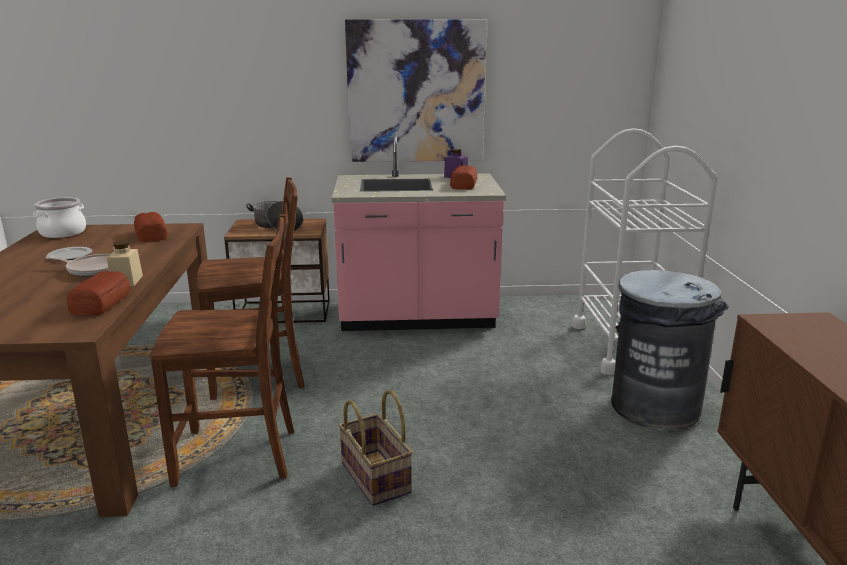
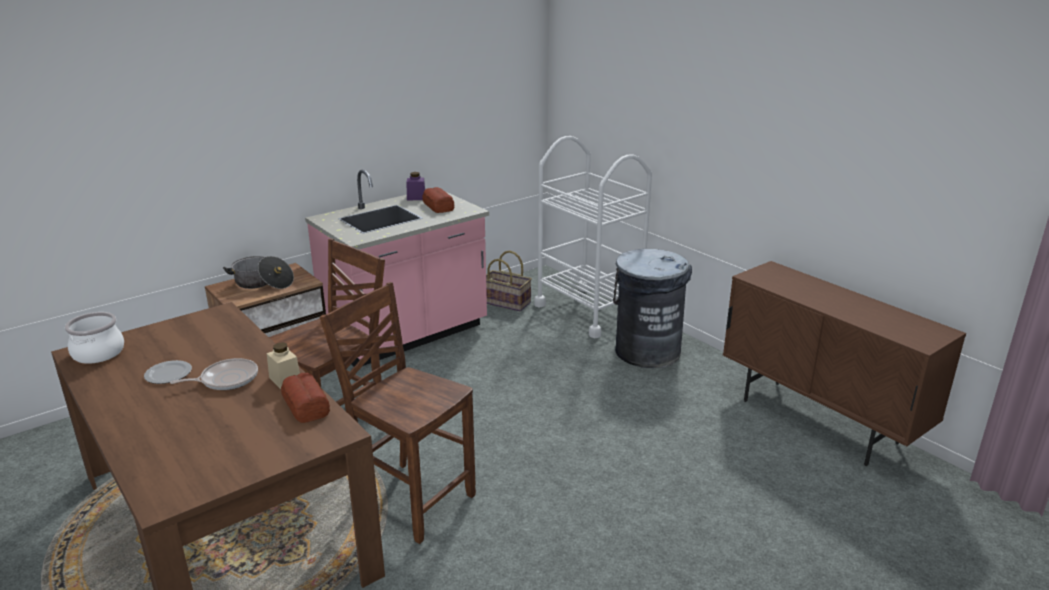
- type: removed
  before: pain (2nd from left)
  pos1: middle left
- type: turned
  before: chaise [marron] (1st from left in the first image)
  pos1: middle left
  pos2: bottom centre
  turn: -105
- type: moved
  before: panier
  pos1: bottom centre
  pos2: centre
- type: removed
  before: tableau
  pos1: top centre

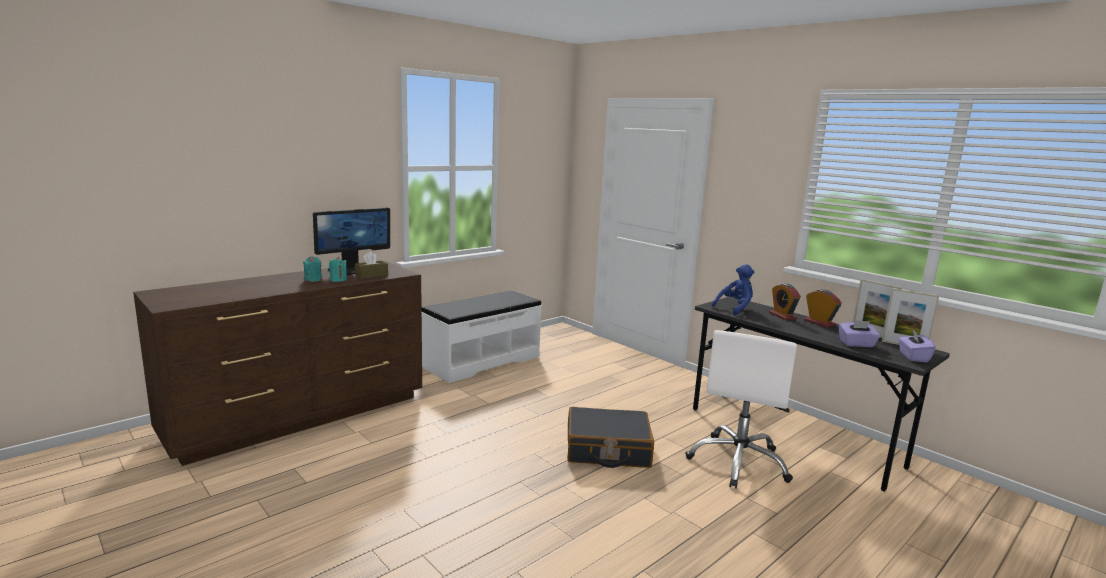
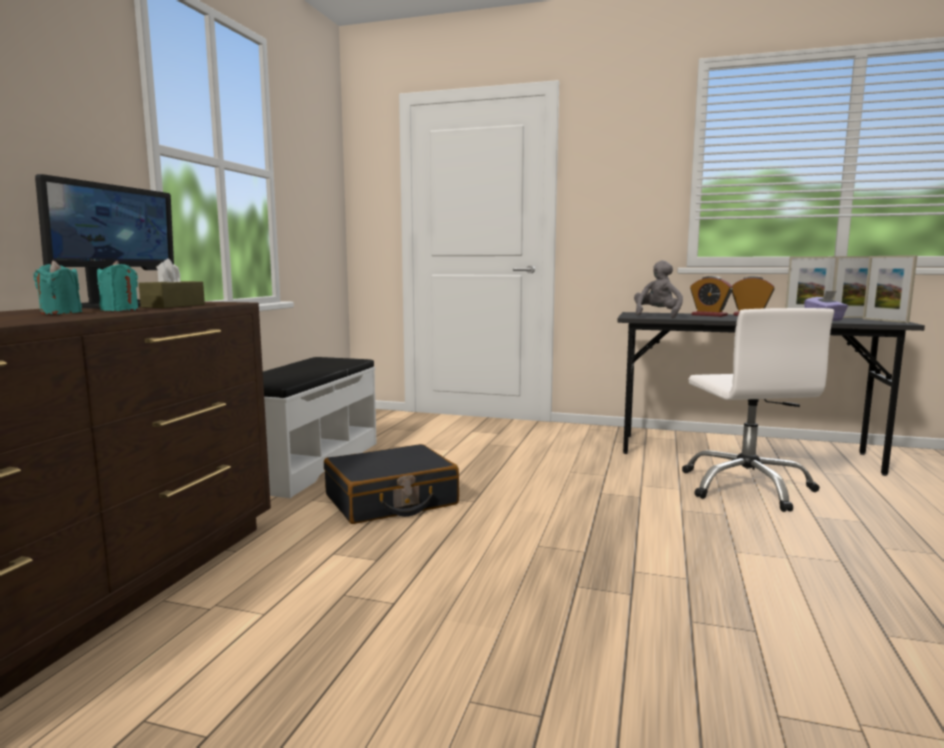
- type: moved
  before: valise [noir]
  pos1: bottom centre
  pos2: centre
- type: recoloured
  before: peluche [bleu]
  after: peluche [gris]
  pos1: centre
  pos2: middle right
- type: replaced
  before: boîte à mouchoirs [violet] (2nd from left)
  after: cadre photo (3rd from left)
  pos1: middle right
  pos2: middle right

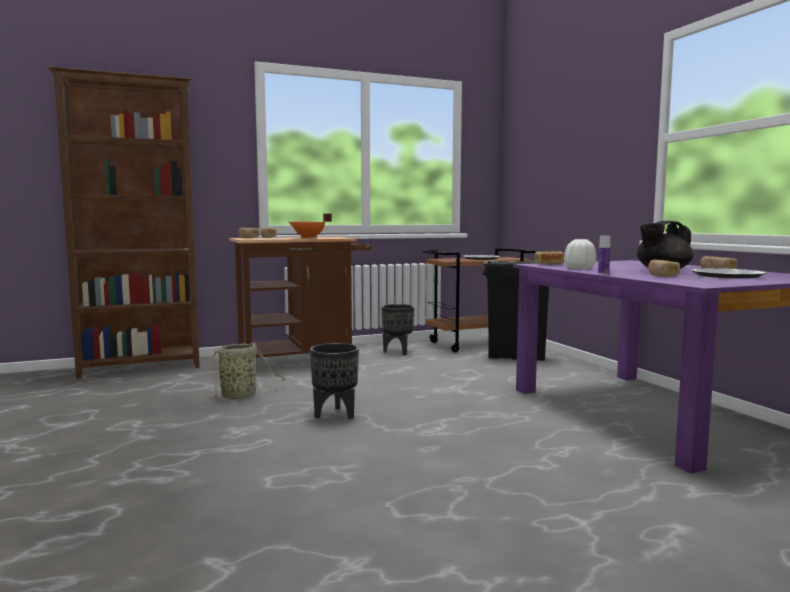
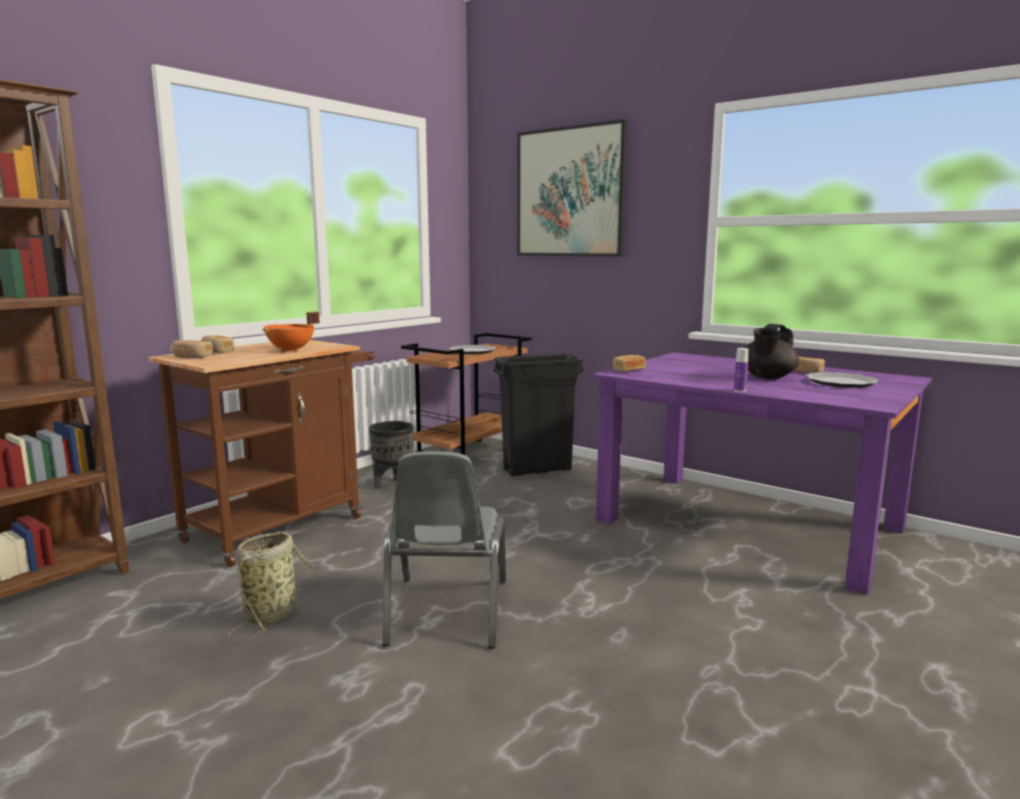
- type: replaced
  before: cache-pot [noir] (1st from left)
  after: chaise [gris]
  pos1: centre
  pos2: bottom centre
- type: removed
  before: vase [blanc]
  pos1: middle right
- type: removed
  before: pain (4th from left)
  pos1: middle right
- type: added
  after: tableau
  pos2: top centre

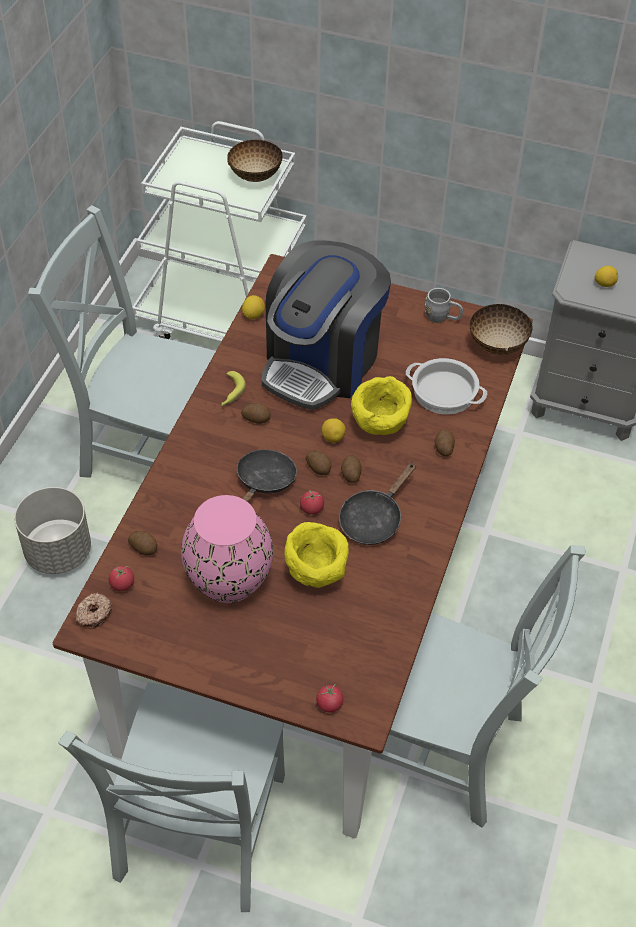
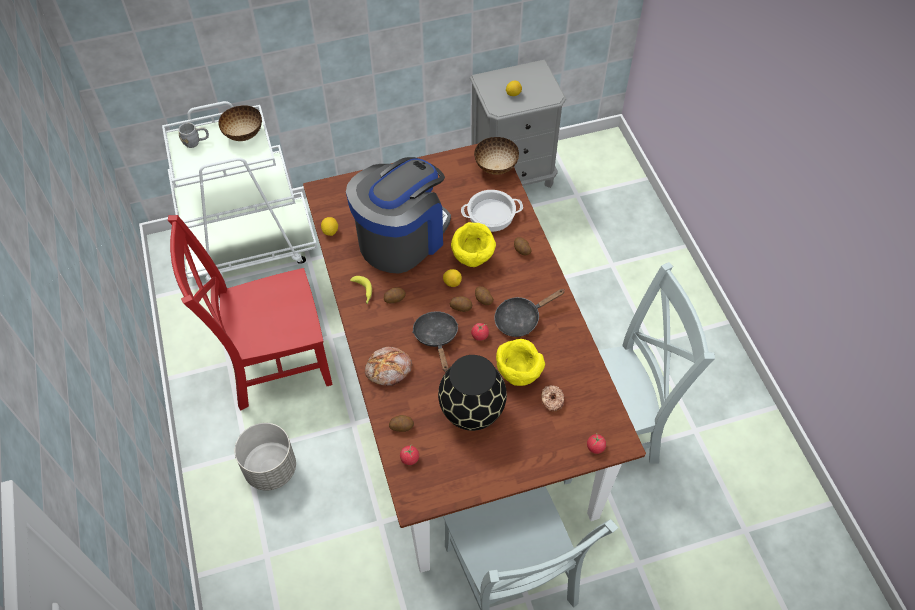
- type: recoloured
  before: chaise [gris] (1st from left)
  after: chaise [rouge]
  pos1: middle left
  pos2: middle left
- type: moved
  before: beignet
  pos1: middle left
  pos2: centre
- type: recoloured
  before: vase [rose]
  after: vase [noir]
  pos1: centre
  pos2: centre
- type: turned
  before: machine à café
  pos1: centre
  pos2: centre
  turn: -135
- type: turned
  before: poêle [noir] (2nd from left)
  pos1: centre
  pos2: centre
  turn: 60
- type: moved
  before: mug [gris]
  pos1: top right
  pos2: top left
- type: added
  after: pain
  pos2: centre

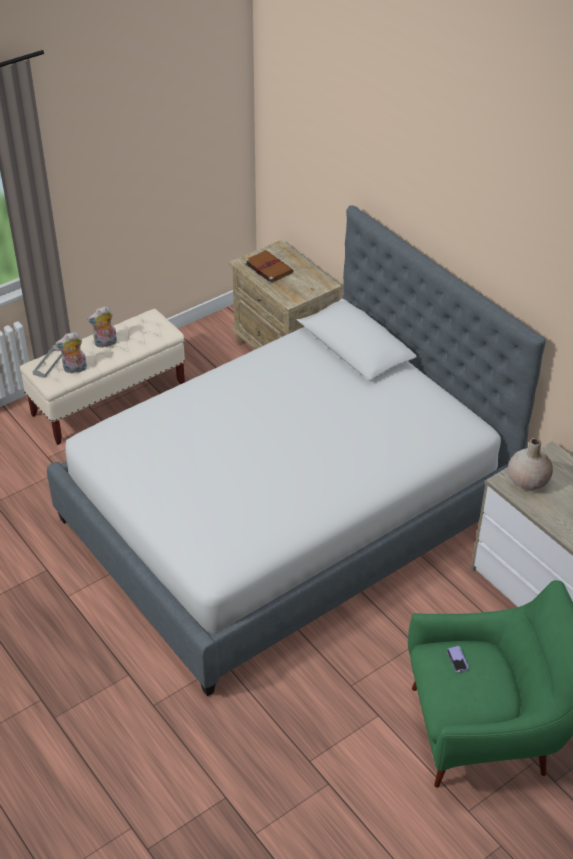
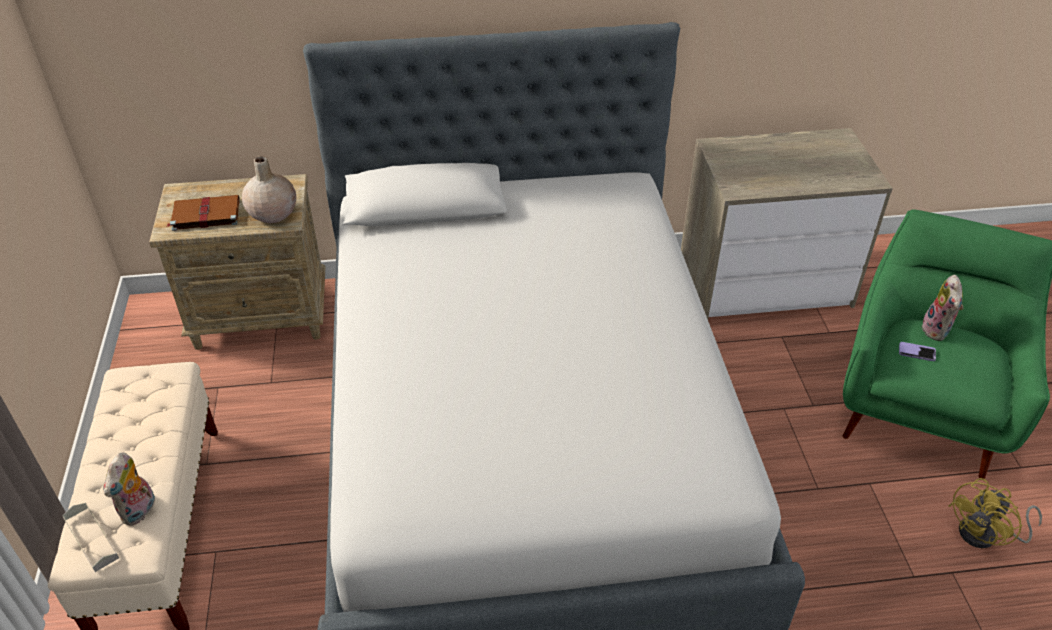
- type: moved
  before: peluche (2nd from left)
  pos1: middle left
  pos2: middle right
- type: moved
  before: vase [beige]
  pos1: middle right
  pos2: top left
- type: added
  after: ventilateur [jaune]
  pos2: bottom right

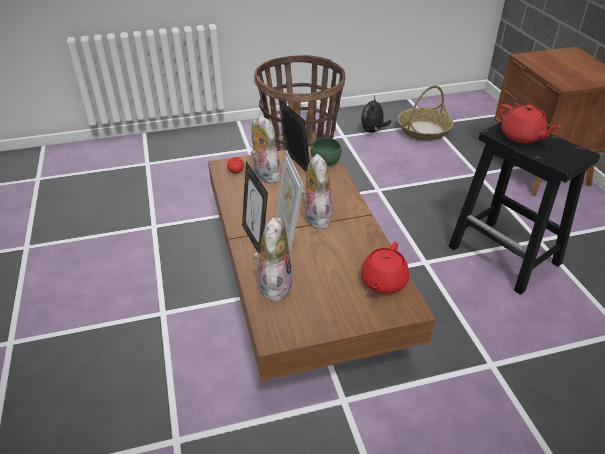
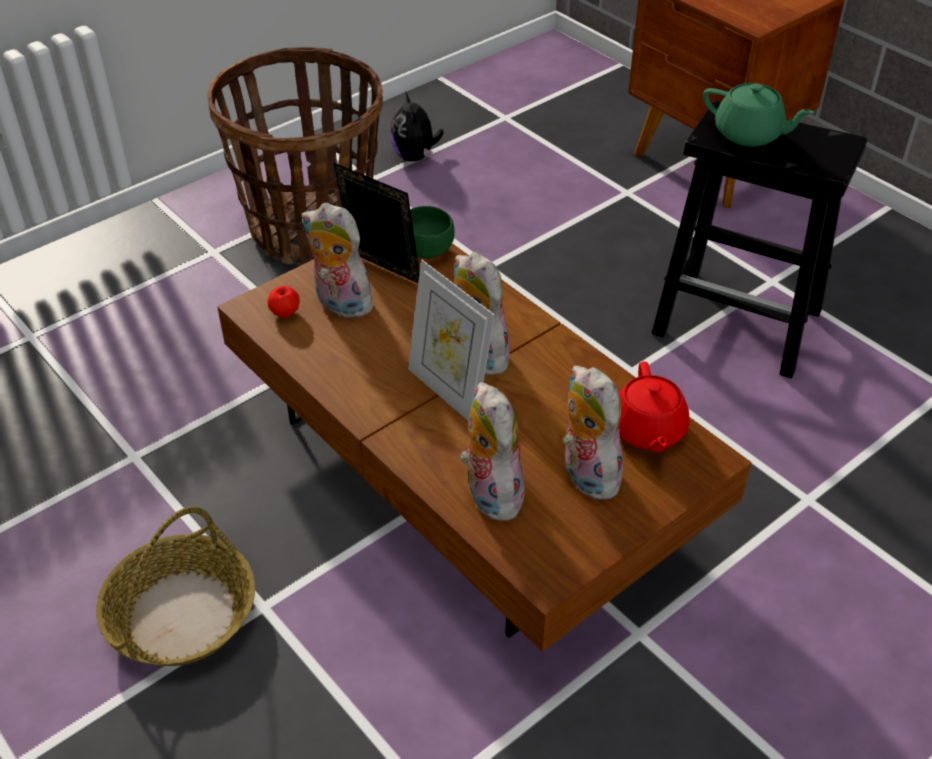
- type: removed
  before: cadre photo (1st from left)
  pos1: centre
- type: moved
  before: panier (2nd from left in the first image)
  after: panier (1st from left)
  pos1: top right
  pos2: bottom left
- type: recoloured
  before: théière [rouge] (2nd from left)
  after: théière [vert]
  pos1: top right
  pos2: top right
- type: added
  after: peluche (5th from left)
  pos2: centre

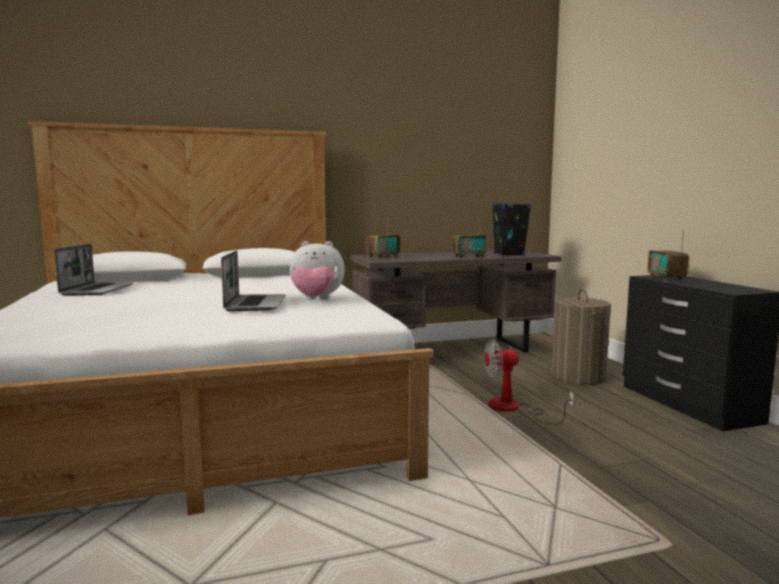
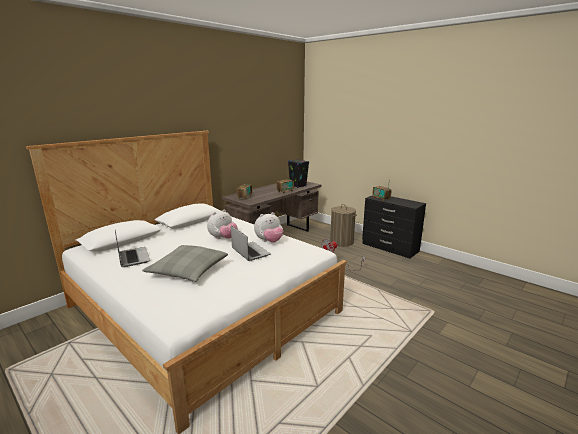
- type: added
  after: coussin [gris]
  pos2: middle left
- type: added
  after: peluche (1st from left)
  pos2: centre

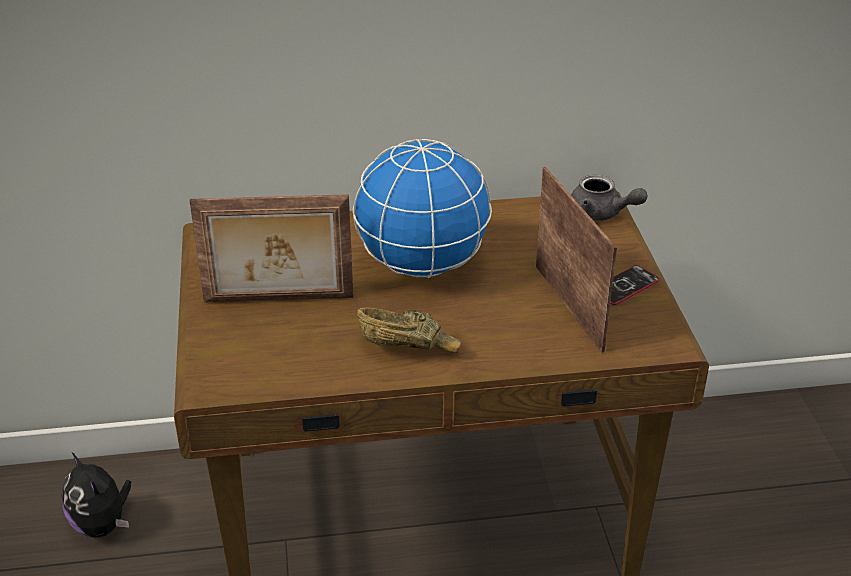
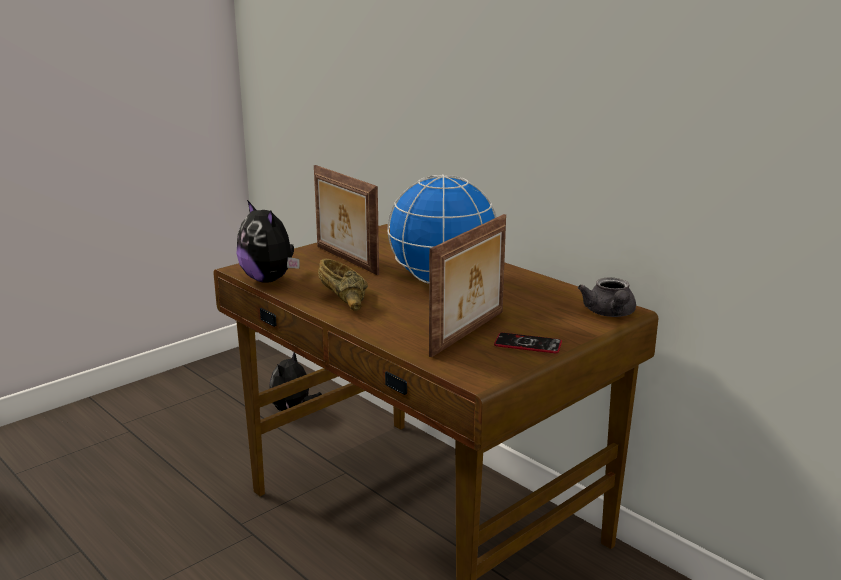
- type: added
  after: peluche (1st from left)
  pos2: middle left

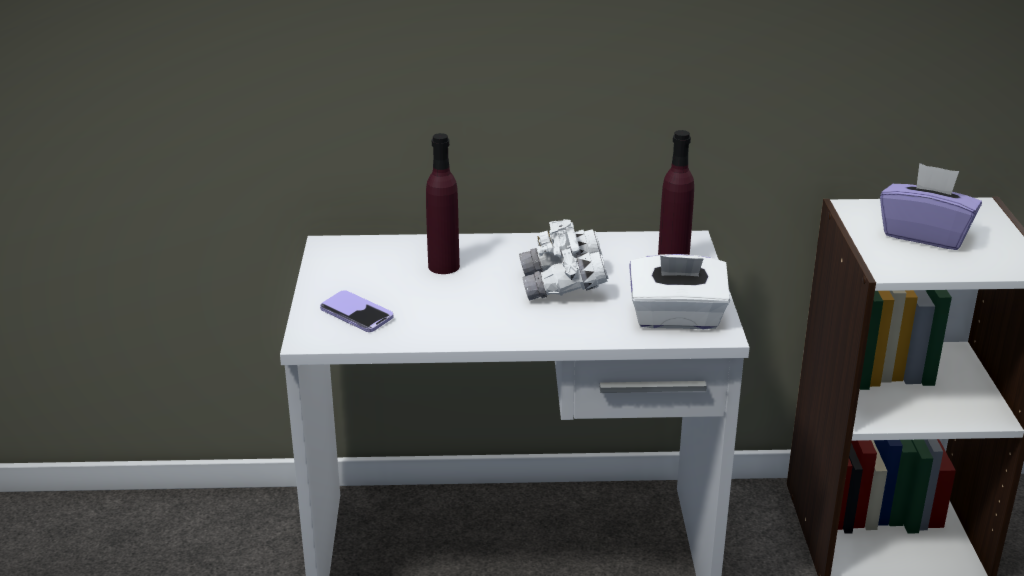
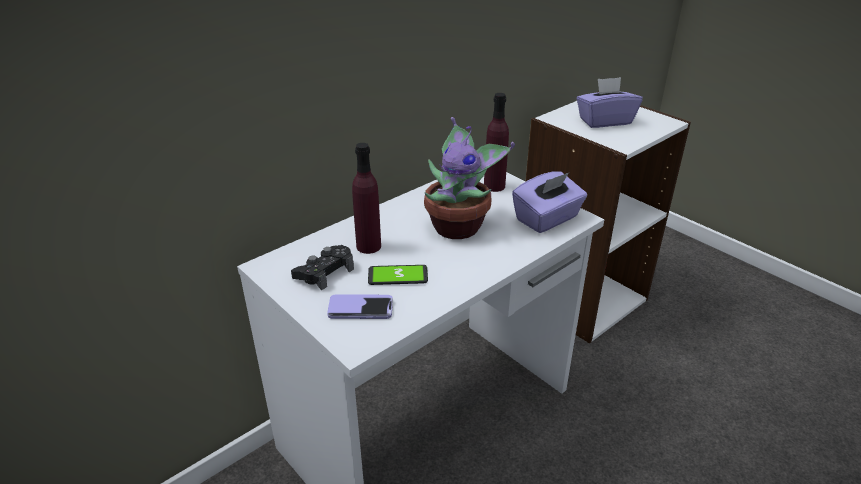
- type: replaced
  before: jumelles [blanc]
  after: plante en pot
  pos1: centre
  pos2: centre
- type: recoloured
  before: boîte à mouchoirs [blanc]
  after: boîte à mouchoirs [violet] (1st from left)
  pos1: centre
  pos2: centre
- type: added
  after: manette [noir]
  pos2: centre
- type: added
  after: téléphone (2nd from left)
  pos2: centre

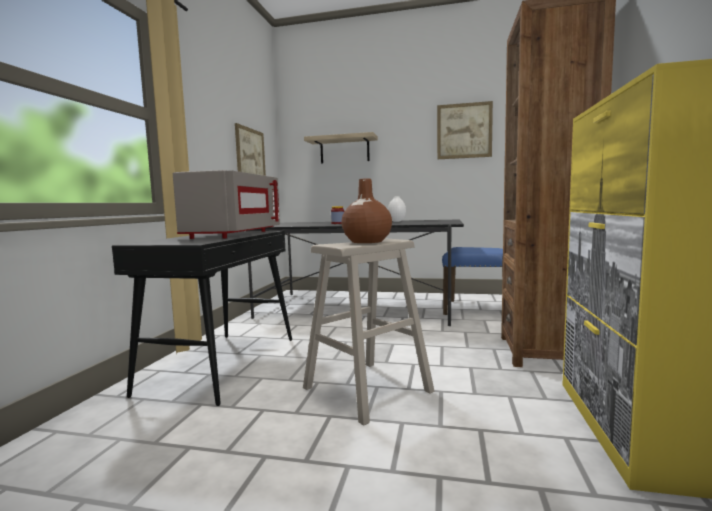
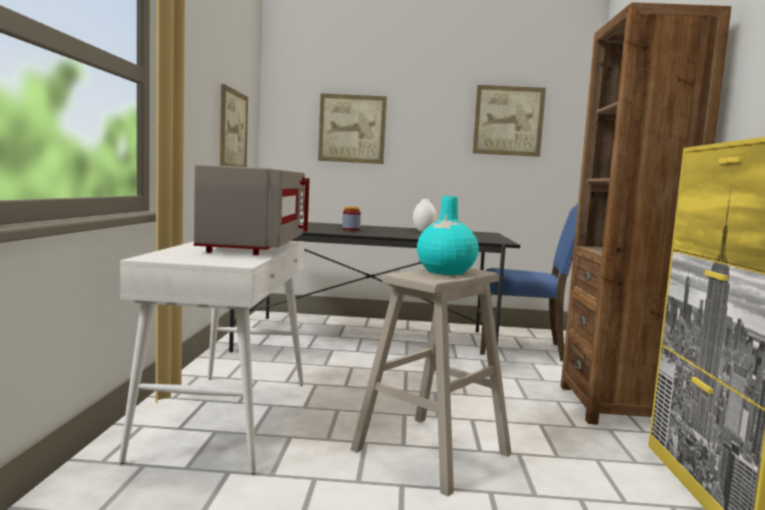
- type: recoloured
  before: table console [noir]
  after: table console [blanc]
  pos1: middle left
  pos2: bottom left
- type: replaced
  before: étagère
  after: tableau (2nd from left)
  pos1: top centre
  pos2: top centre
- type: recoloured
  before: vase [marron]
  after: vase [turquoise]
  pos1: centre
  pos2: centre

